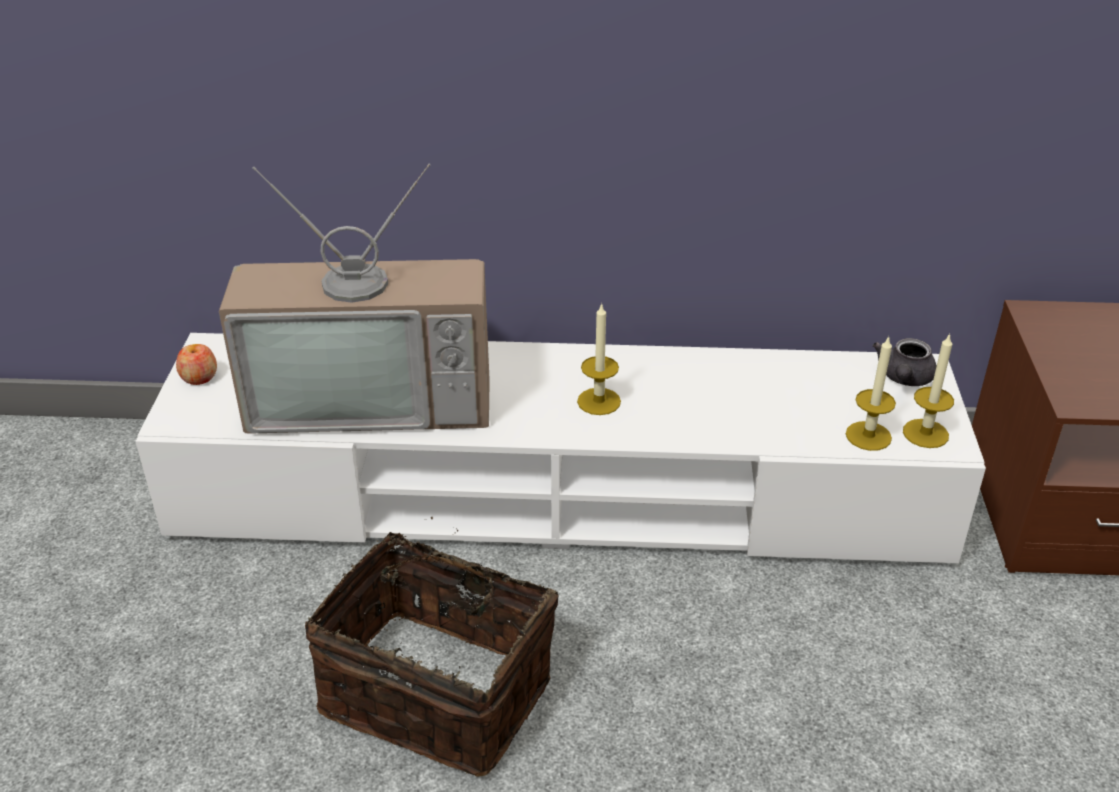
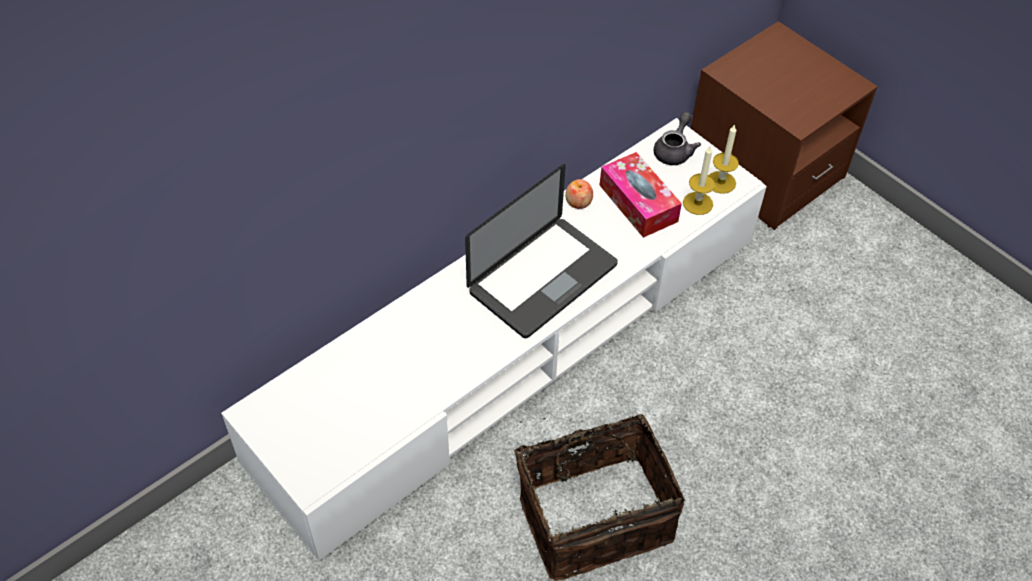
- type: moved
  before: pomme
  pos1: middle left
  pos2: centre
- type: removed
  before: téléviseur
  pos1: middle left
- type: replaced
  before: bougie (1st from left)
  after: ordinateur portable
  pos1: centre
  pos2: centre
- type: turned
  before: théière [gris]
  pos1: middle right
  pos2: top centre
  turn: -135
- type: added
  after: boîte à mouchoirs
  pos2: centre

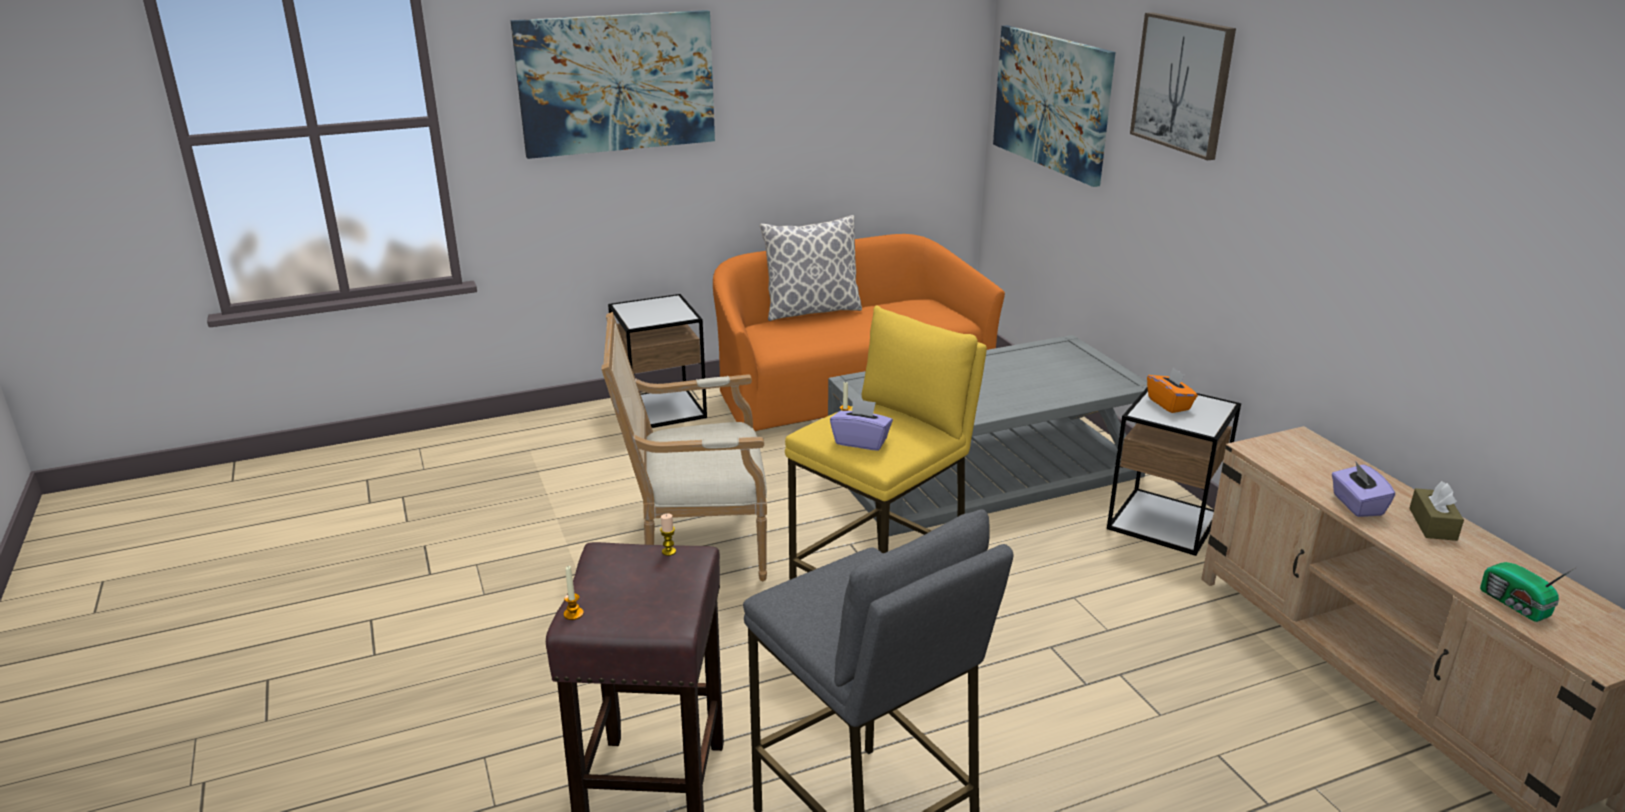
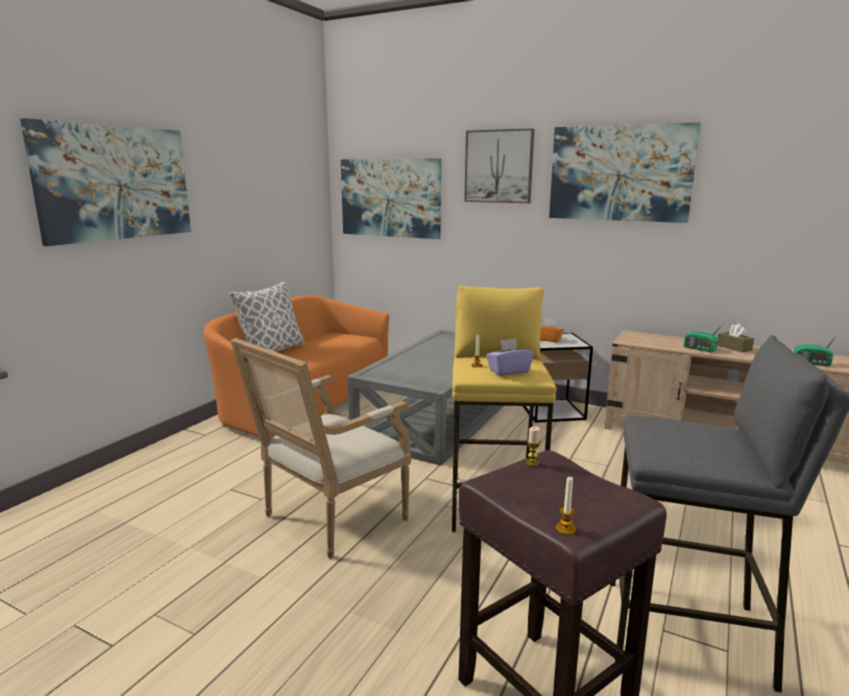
- type: removed
  before: table d'appoint (1st from left)
  pos1: centre
- type: replaced
  before: boîte à mouchoirs [violet] (2nd from left)
  after: radio (1st from left)
  pos1: middle right
  pos2: middle right
- type: added
  after: tableau (4th from left)
  pos2: top right

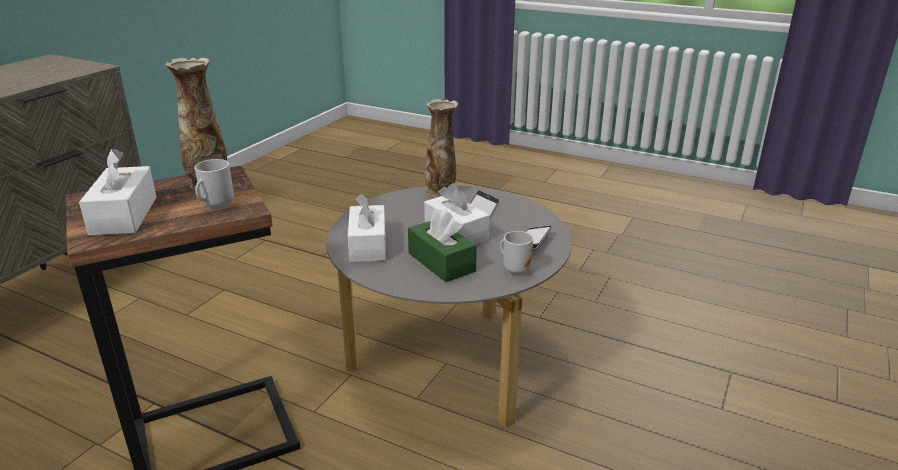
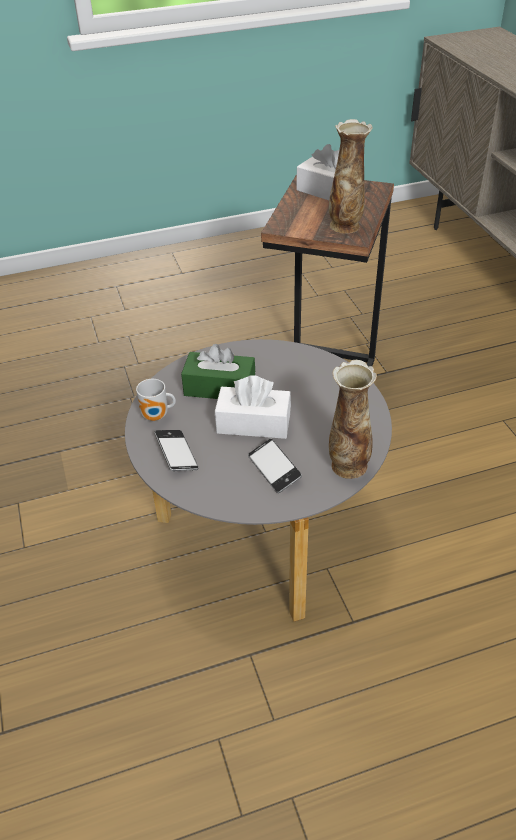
- type: removed
  before: mug (1st from left)
  pos1: middle left
- type: removed
  before: boîte à mouchoirs [blanc] (2nd from left)
  pos1: centre

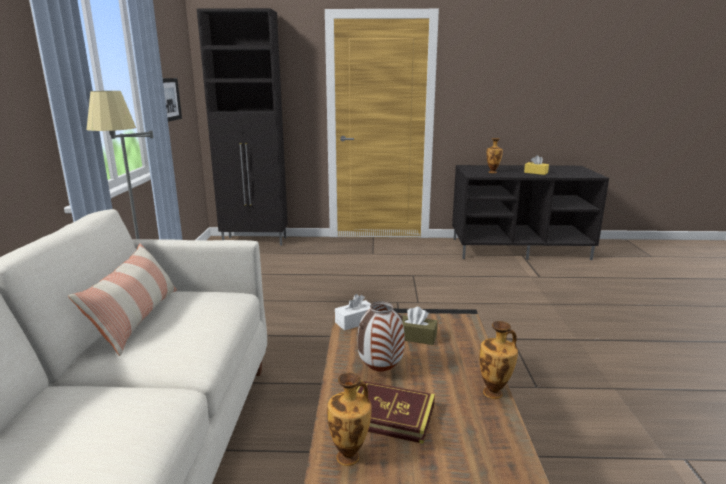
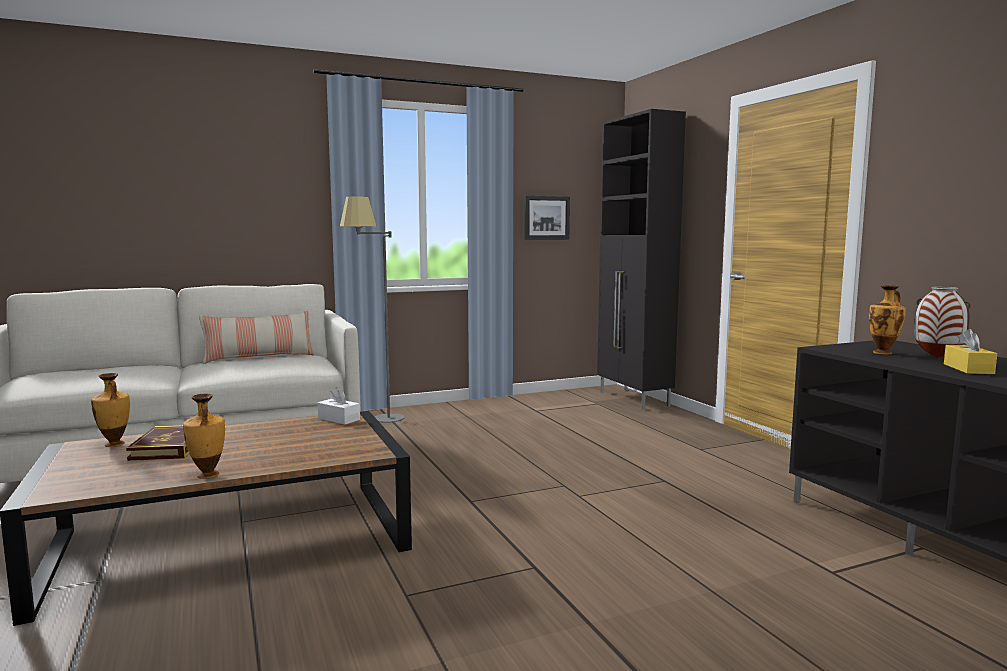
- type: moved
  before: vase (2nd from left in the first image)
  after: vase (4th from left)
  pos1: bottom centre
  pos2: middle right
- type: removed
  before: boîte à mouchoirs [marron]
  pos1: bottom centre

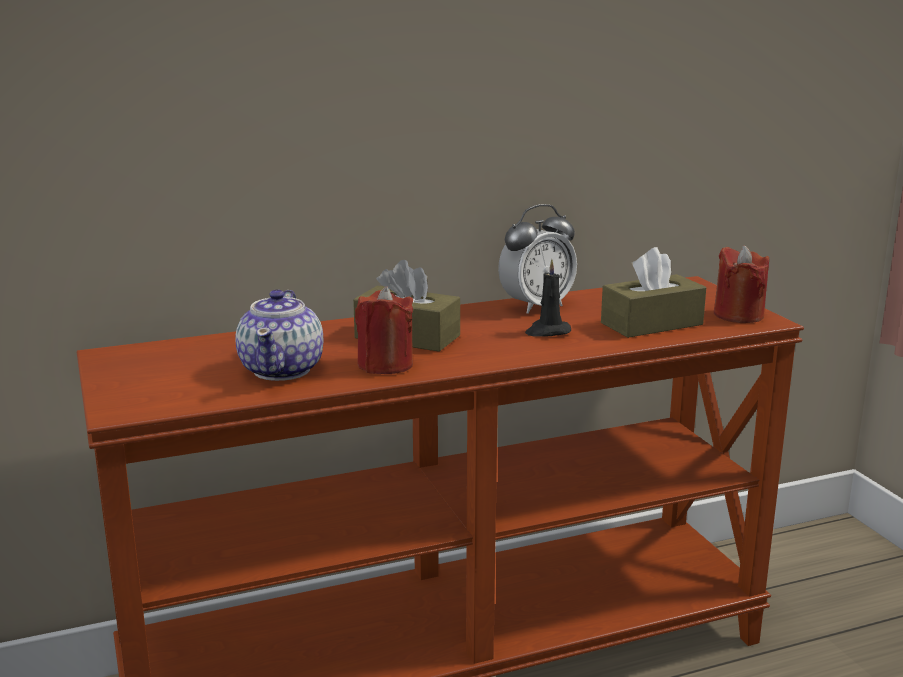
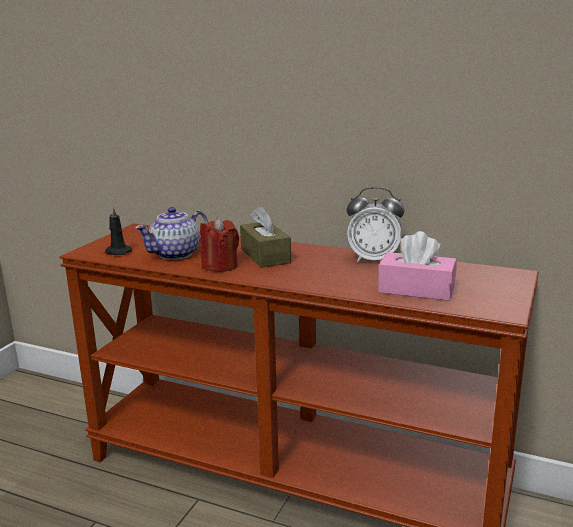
- type: moved
  before: bougie [noir]
  pos1: centre
  pos2: middle left
- type: recoloured
  before: boîte à mouchoirs [marron] (2nd from left)
  after: boîte à mouchoirs [rose]
  pos1: middle right
  pos2: middle right
- type: removed
  before: bougie [rouge] (2nd from left)
  pos1: middle right

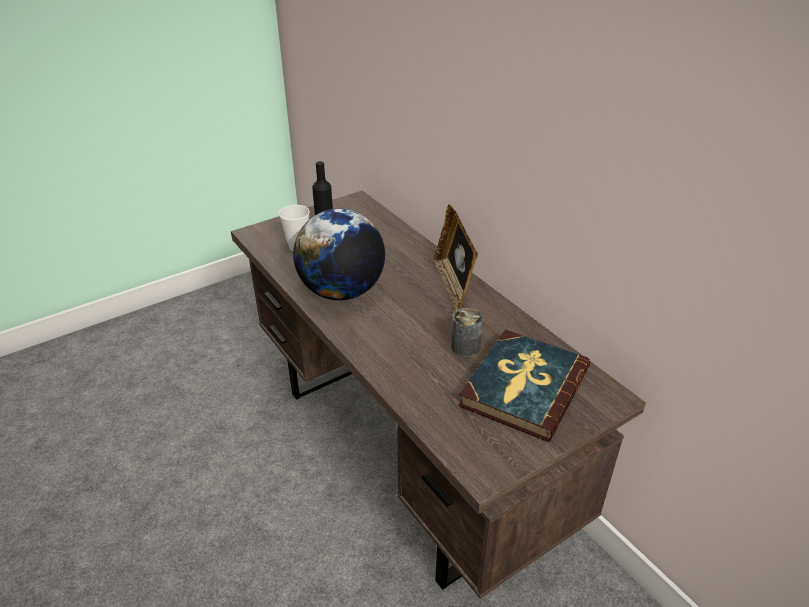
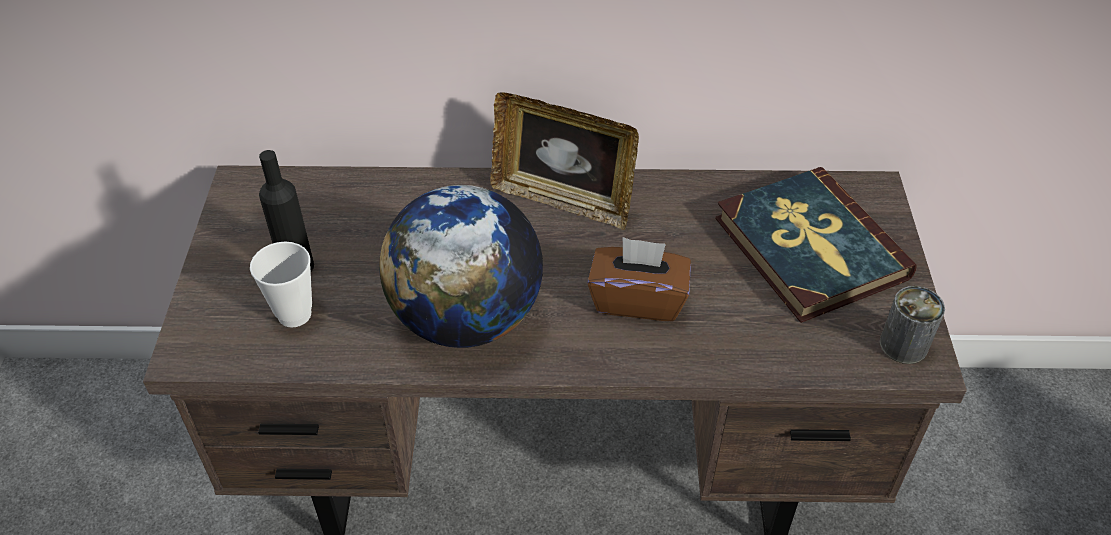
- type: moved
  before: boîte métallique
  pos1: centre
  pos2: middle right
- type: added
  after: boîte à mouchoirs [marron]
  pos2: centre

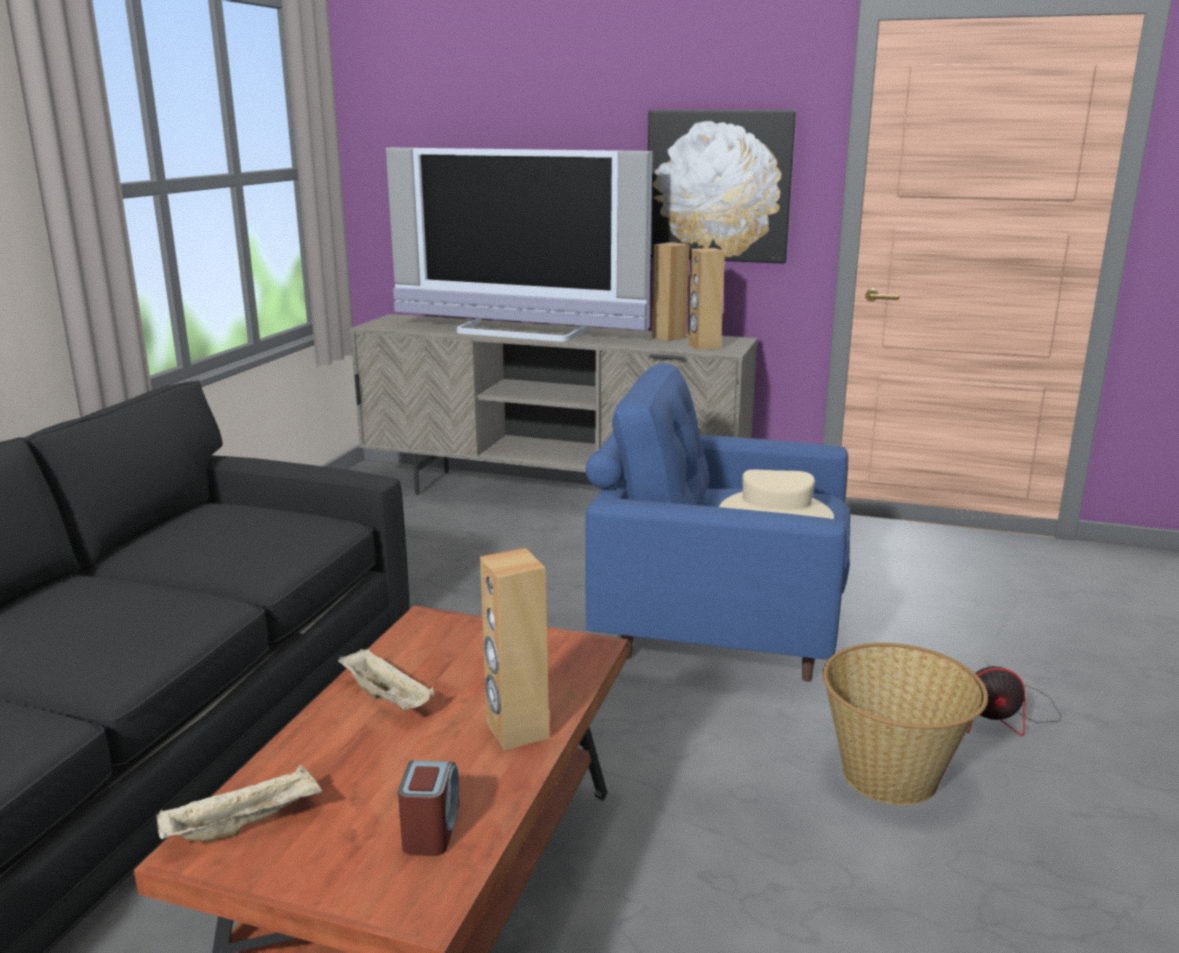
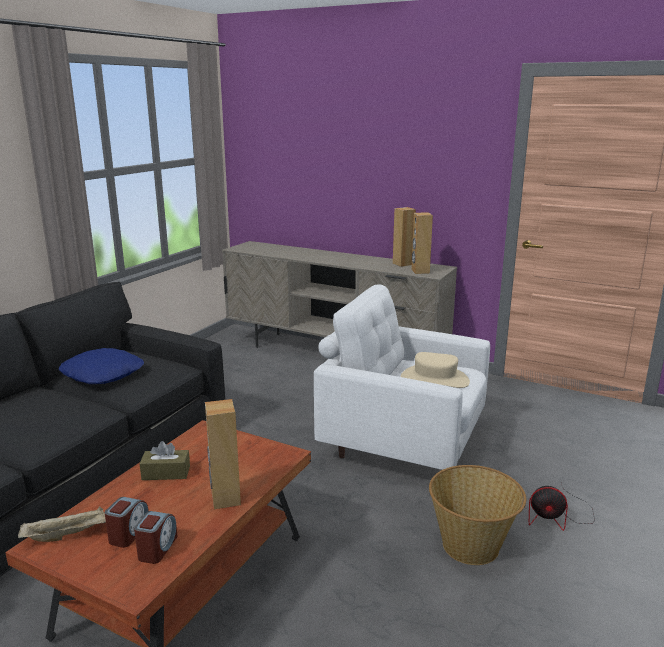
- type: replaced
  before: plateau [beige] (2nd from left)
  after: boîte à mouchoirs [marron]
  pos1: bottom left
  pos2: bottom left
- type: removed
  before: téléviseur
  pos1: top centre
- type: recoloured
  before: fauteuil [bleu]
  after: fauteuil [blanc]
  pos1: centre
  pos2: centre
- type: removed
  before: tableau
  pos1: top centre
- type: added
  after: coussin [bleu]
  pos2: middle left
- type: added
  after: réveil (1st from left)
  pos2: bottom left

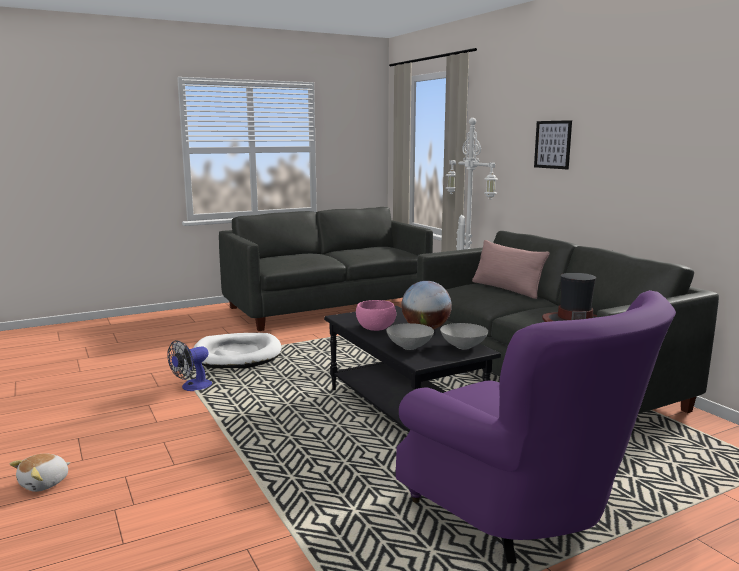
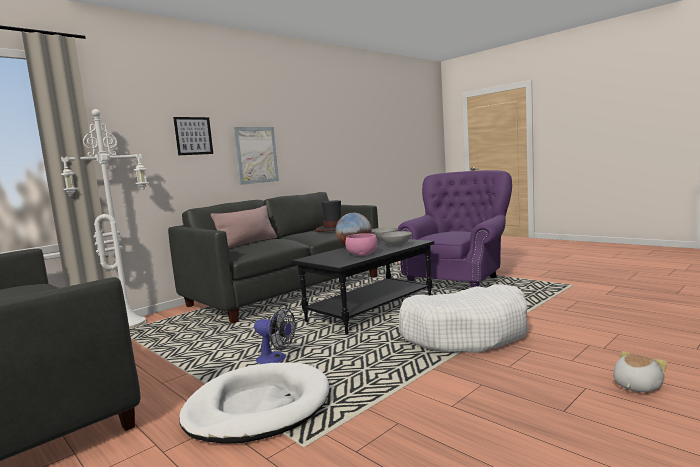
- type: turned
  before: peluche
  pos1: bottom left
  pos2: bottom right
  turn: -60
- type: moved
  before: ventilateur
  pos1: middle left
  pos2: bottom centre
- type: added
  after: tableau (2nd from left)
  pos2: centre
- type: added
  after: panier pour chien [blanc] (2nd from left)
  pos2: bottom centre

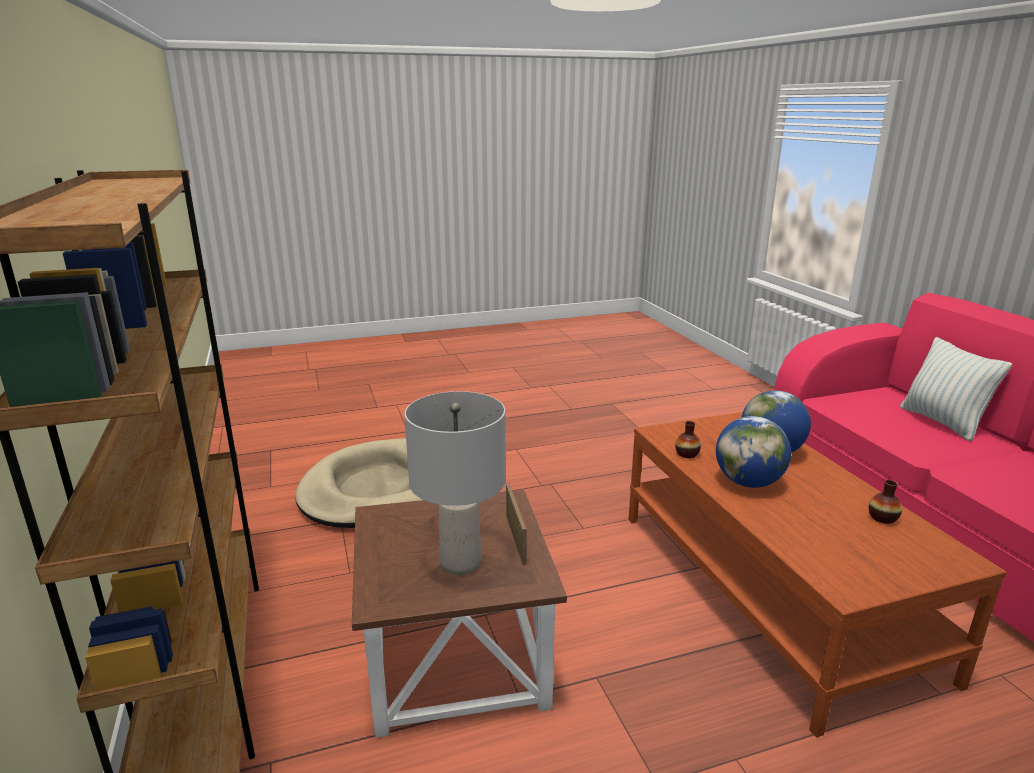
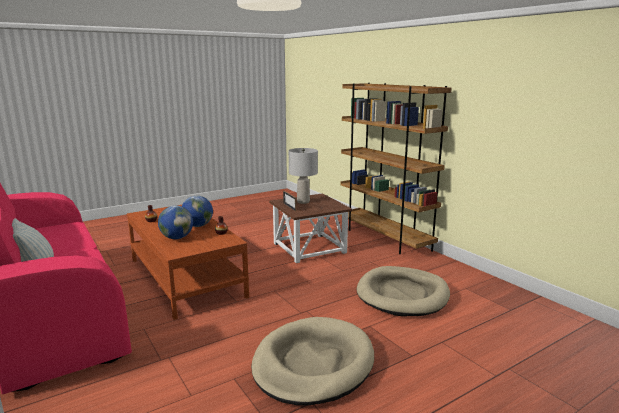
- type: added
  after: panier pour chien [beige] (1st from left)
  pos2: bottom centre

